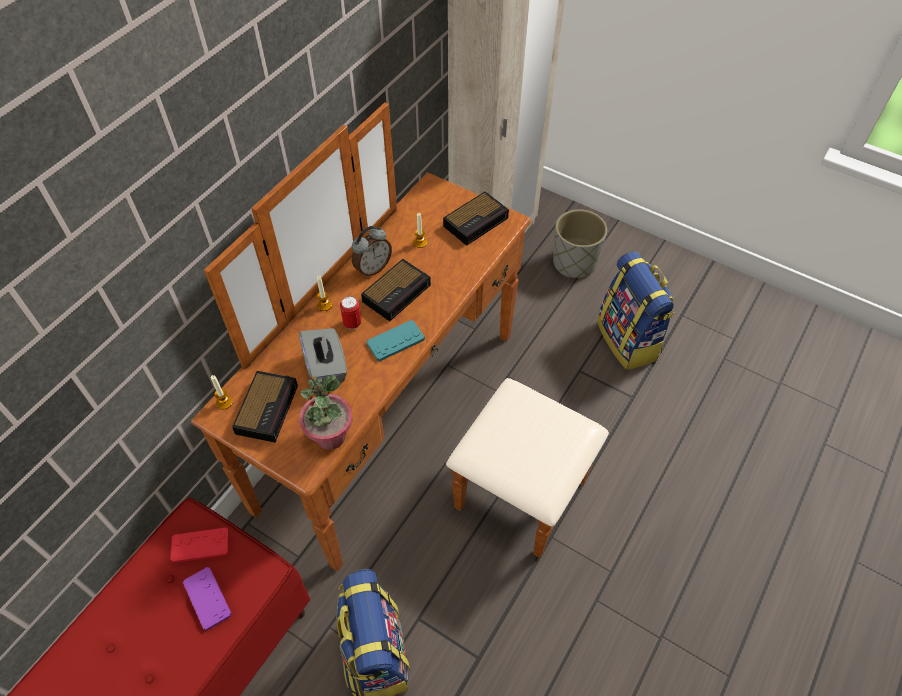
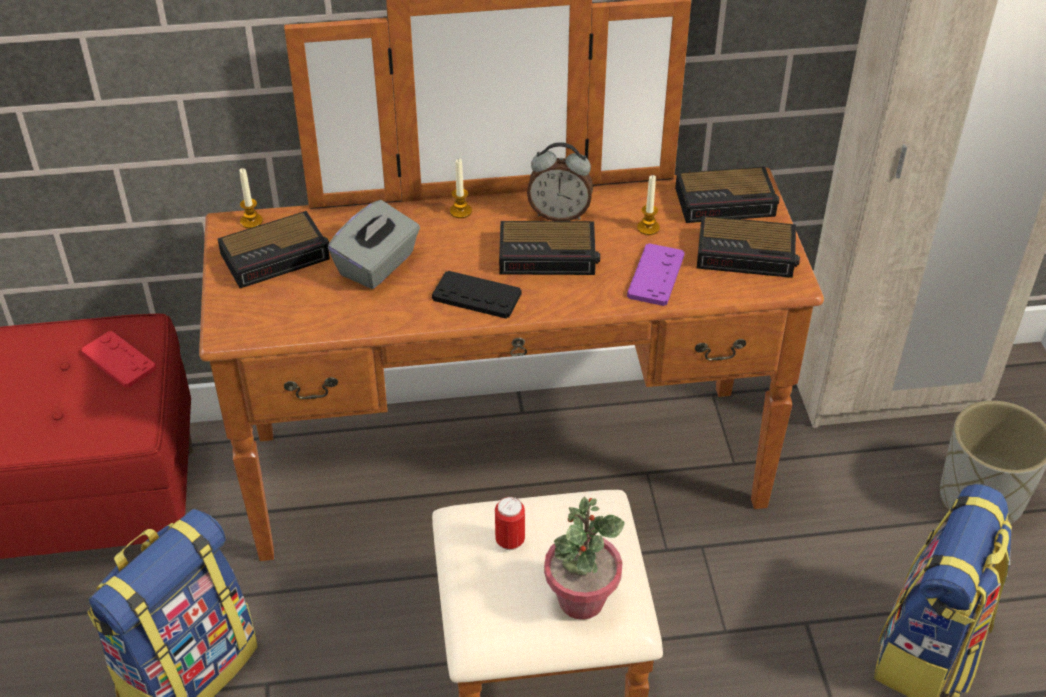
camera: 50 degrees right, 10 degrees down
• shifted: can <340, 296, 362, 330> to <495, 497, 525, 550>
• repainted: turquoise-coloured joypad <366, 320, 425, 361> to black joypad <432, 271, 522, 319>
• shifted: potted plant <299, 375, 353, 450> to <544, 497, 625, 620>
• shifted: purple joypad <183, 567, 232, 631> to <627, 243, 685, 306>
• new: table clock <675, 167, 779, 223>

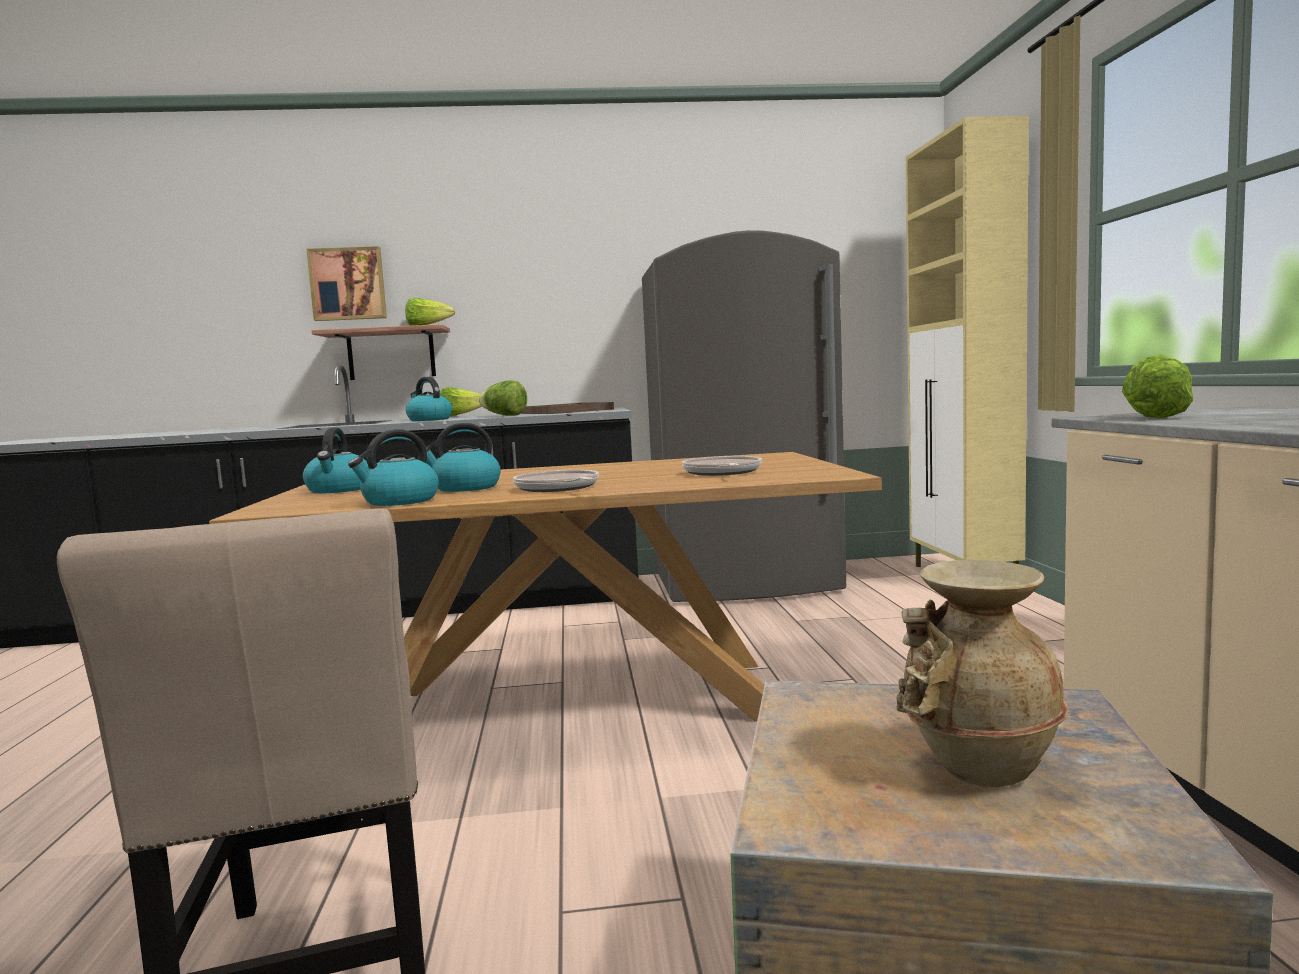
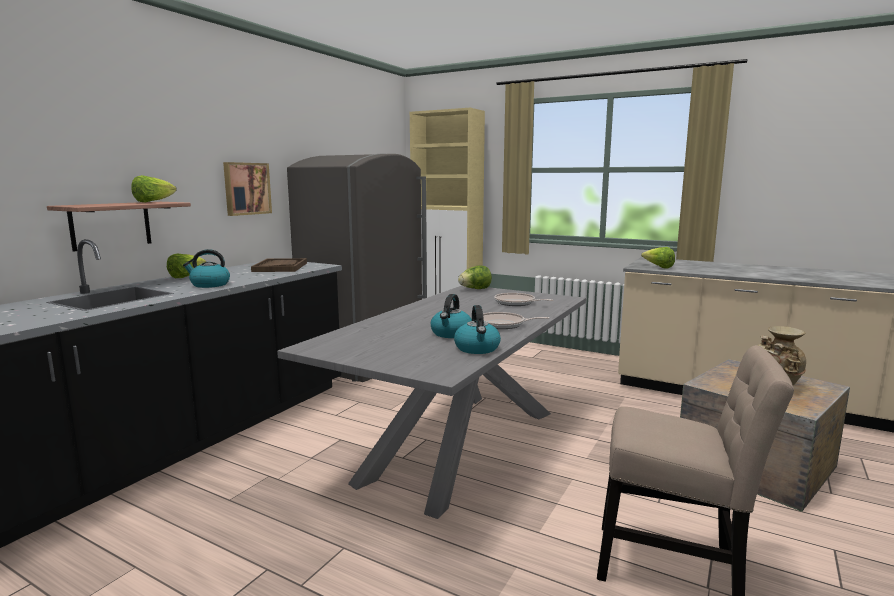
camera: 55 degrees left, 5 degrees up
• shifted: wall picture <307, 246, 387, 321> to <223, 162, 272, 216>
• shifted: lettuce <479, 380, 527, 416> to <458, 265, 492, 289>
• gone: kettle <303, 428, 369, 493>
• repainted: brown-coloured dinner table <209, 452, 882, 722> to gray dinner table <277, 286, 586, 519>

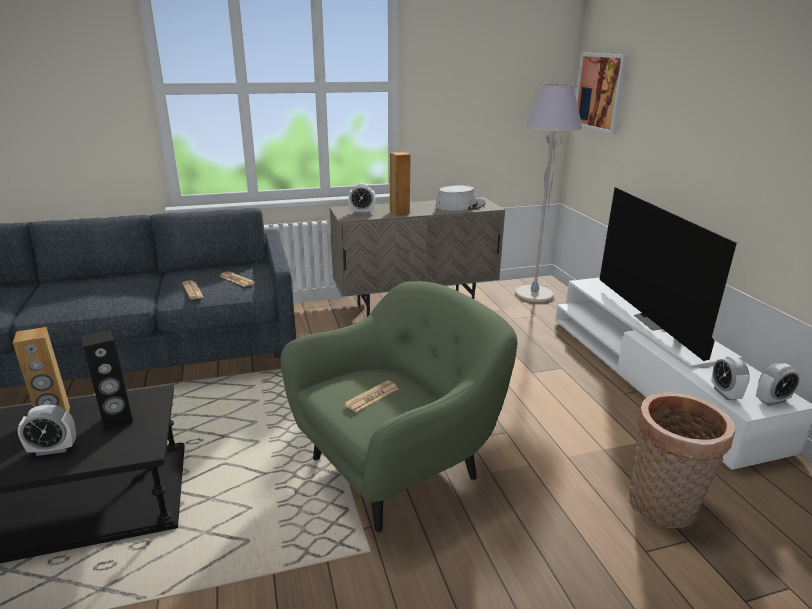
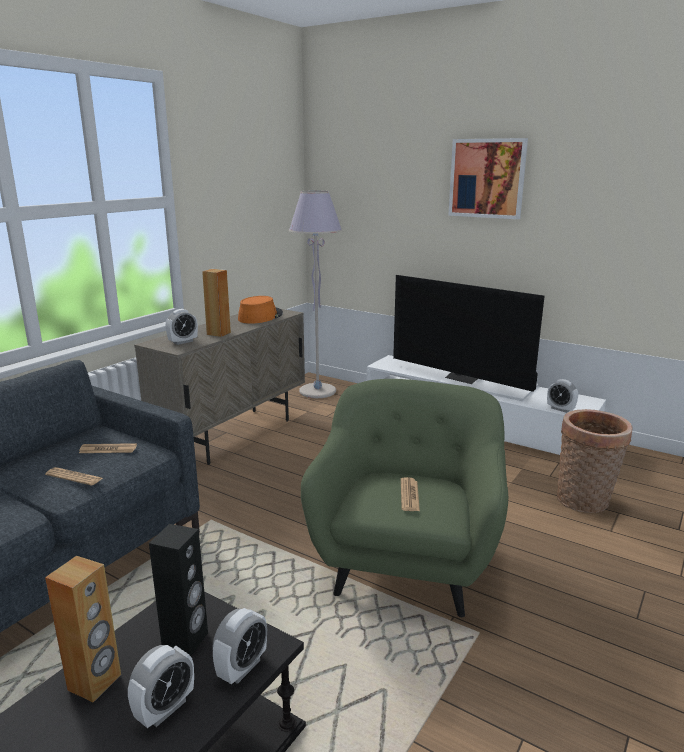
camera: 40 degrees left, 5 degrees down
• shifted: wall picture <576, 53, 629, 134> to <448, 138, 528, 219>
• repainted: gray wearable hat <435, 185, 486, 211> to orangey wearable hat <238, 296, 283, 324>
• shifted: table clock <756, 363, 800, 406> to <213, 608, 267, 684>

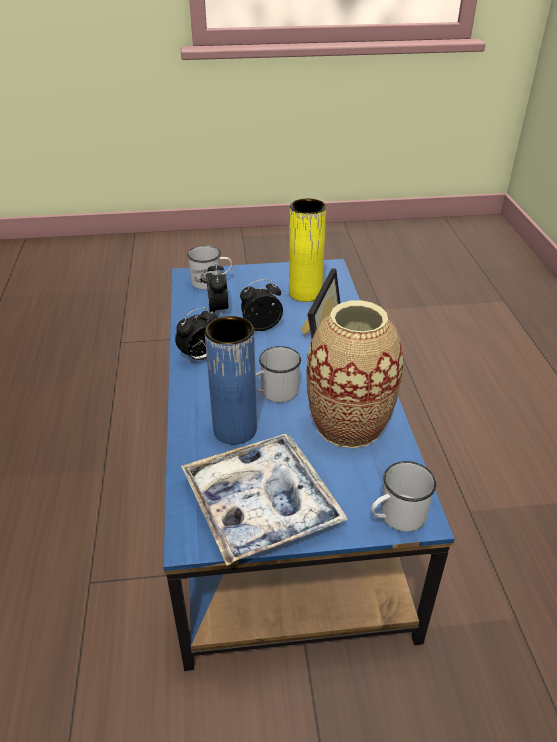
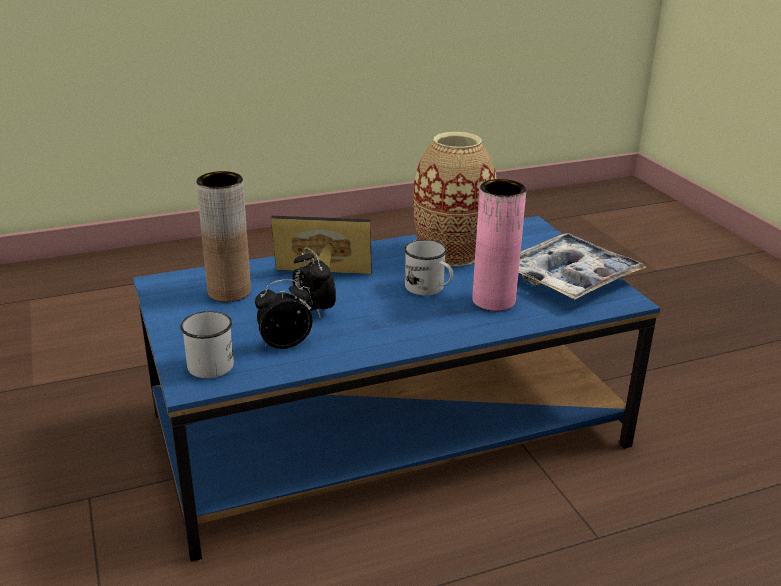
camera: 105 degrees left, 10 degrees down
• repainted: yellow vase <289, 198, 326, 302> to brown-coloured vase <196, 171, 251, 302>
• gone: table clock <175, 307, 218, 364>
• repainted: blue vase <205, 316, 257, 445> to pinkish vase <472, 179, 526, 311>
• gone: white-coloured mug <371, 461, 436, 532>

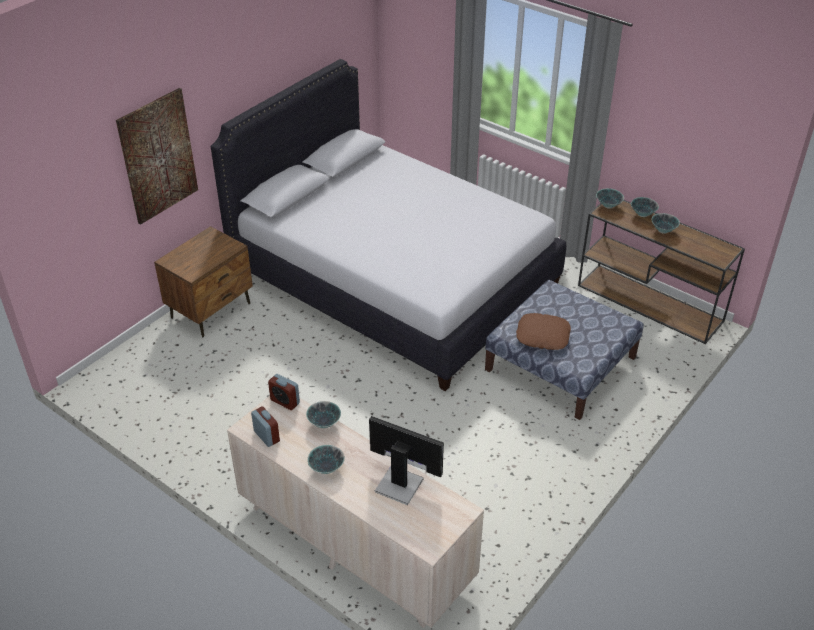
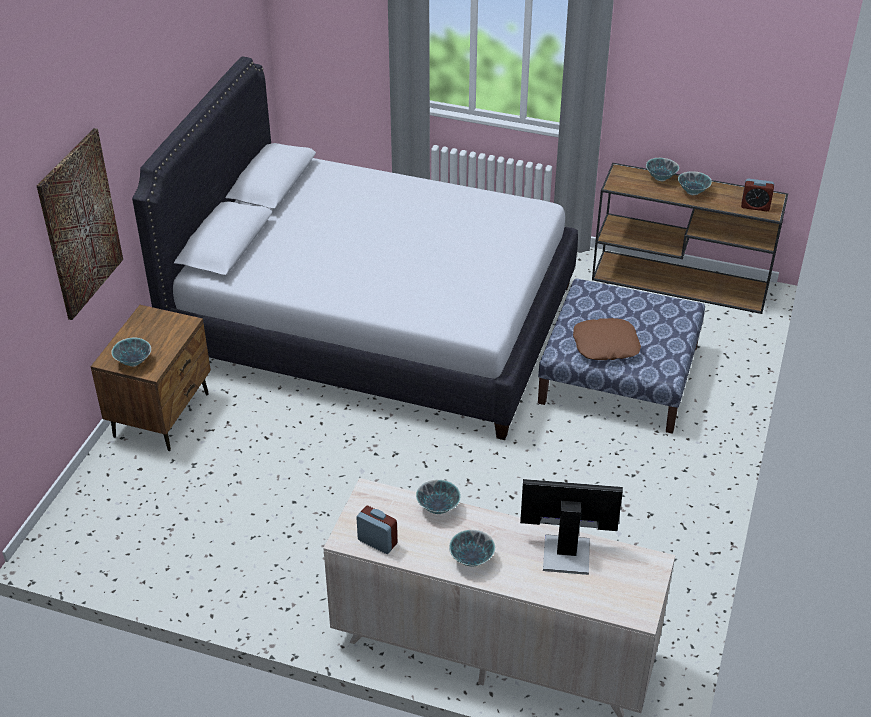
camera: 20 degrees left, 0 degrees up
• shifted: deep dish <596, 188, 624, 209> to <111, 338, 151, 367>
• shifted: table clock <268, 374, 300, 410> to <741, 179, 774, 211>

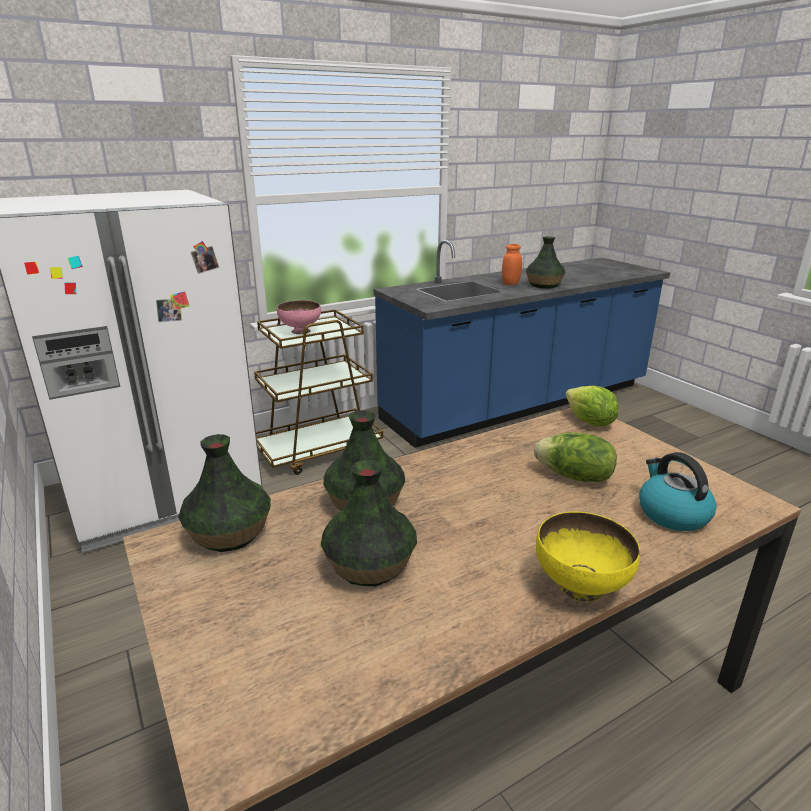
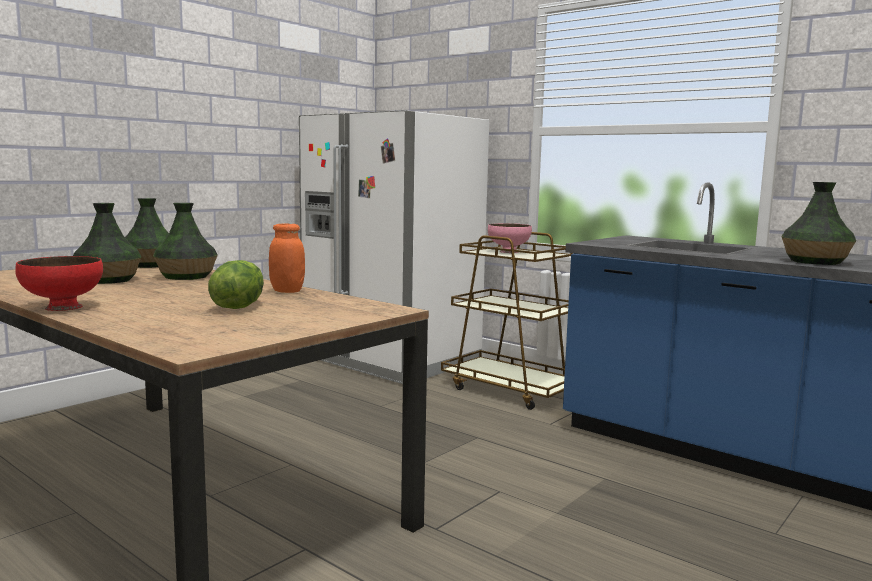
camera: 70 degrees right, 15 degrees down
• shifted: orangey storage jar <502, 244, 522, 285> to <269, 223, 305, 293>
• gone: lettuce <565, 386, 619, 426>
• gone: kettle <639, 452, 717, 531>
• repainted: yellow deep dish <536, 512, 640, 602> to red-coloured deep dish <15, 256, 103, 311>

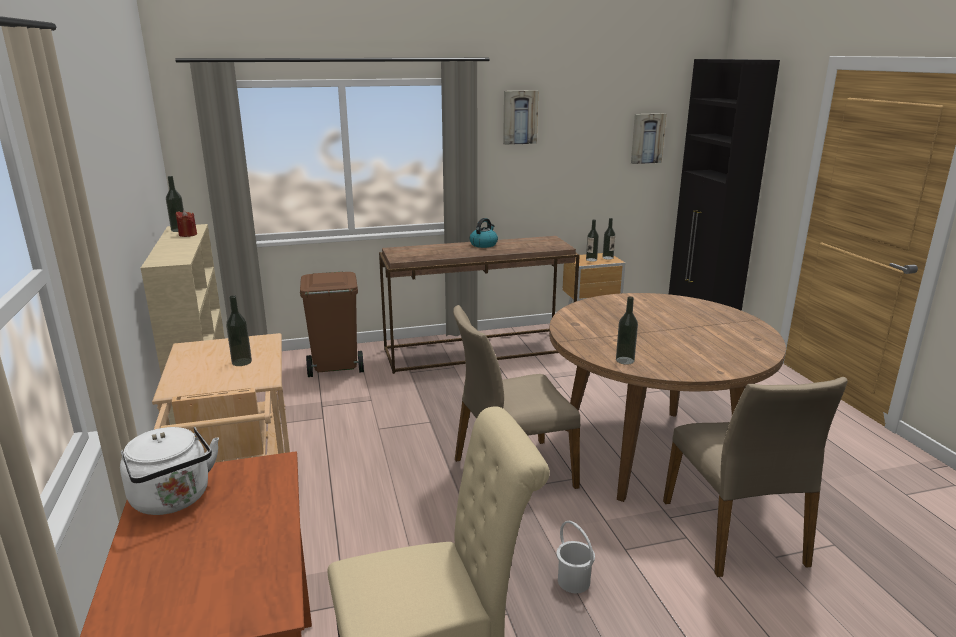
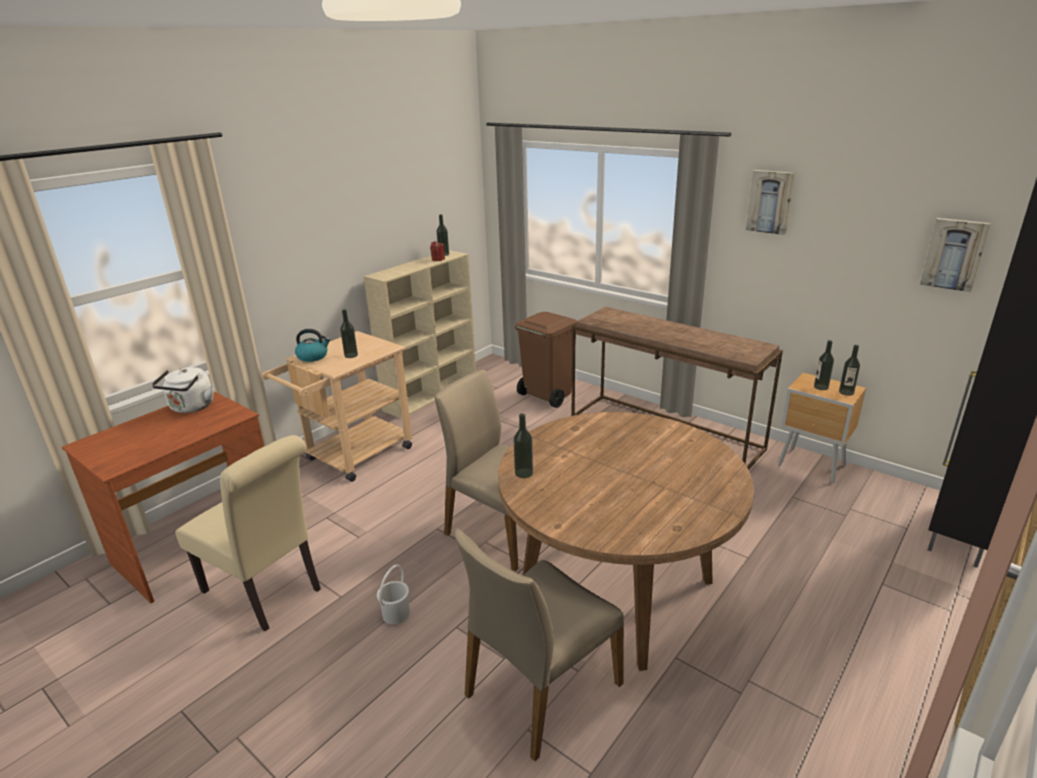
camera: 55 degrees right, 5 degrees up
• shifted: kettle <470, 218, 498, 248> to <295, 329, 330, 362>

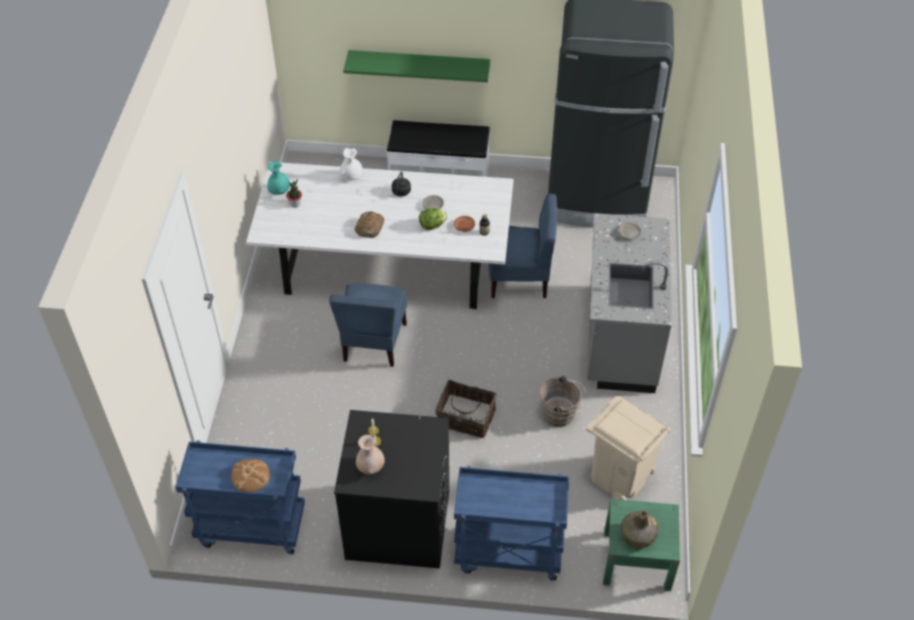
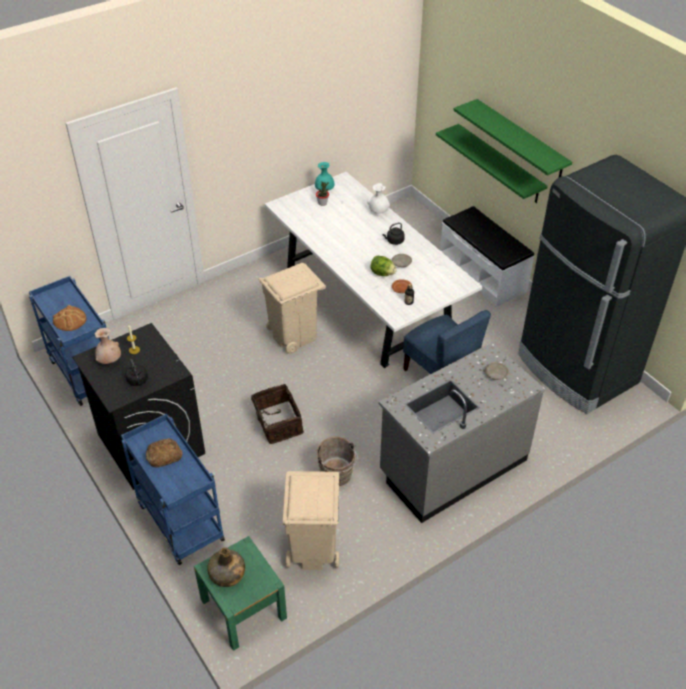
camera: 50 degrees right, 5 degrees down
• shifted: baked bread <355, 211, 384, 238> to <146, 438, 183, 468>
• swapped: blue upright chair <329, 284, 407, 367> to beige-coloured trash can <258, 263, 326, 354>
• new: green bracket shelf <453, 99, 572, 177>
• new: black kettle <125, 359, 148, 386>

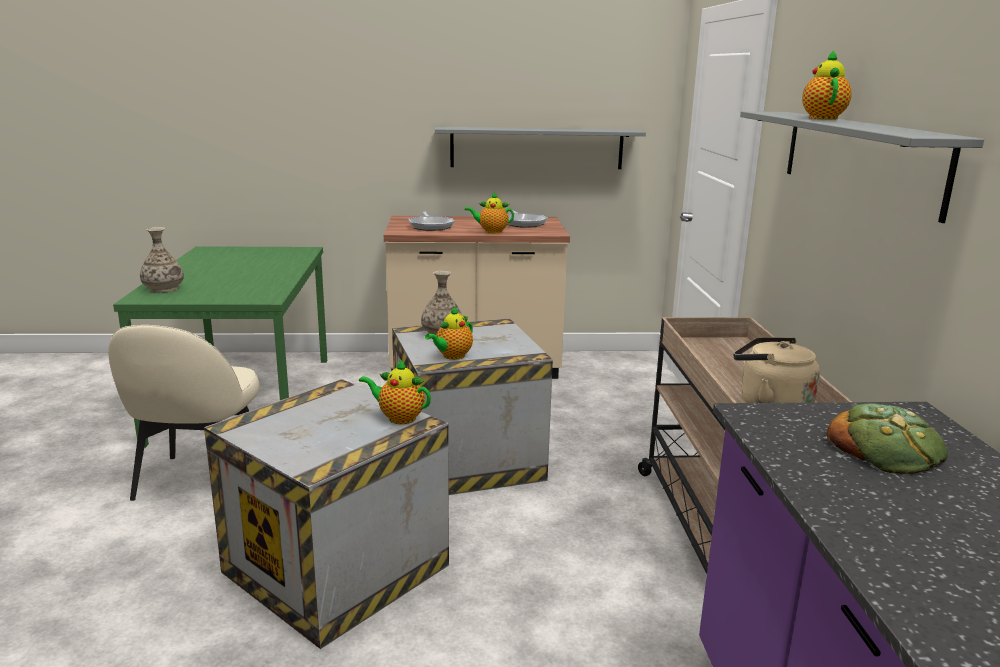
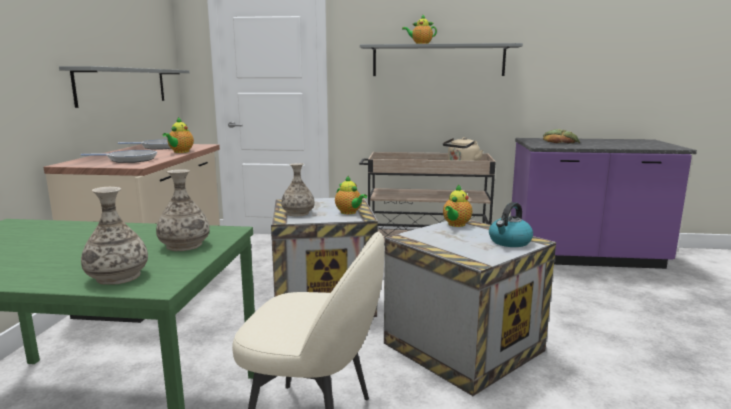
camera: 80 degrees left, 5 degrees down
• new: vase <156, 169, 210, 251>
• new: kettle <489, 202, 533, 247>

